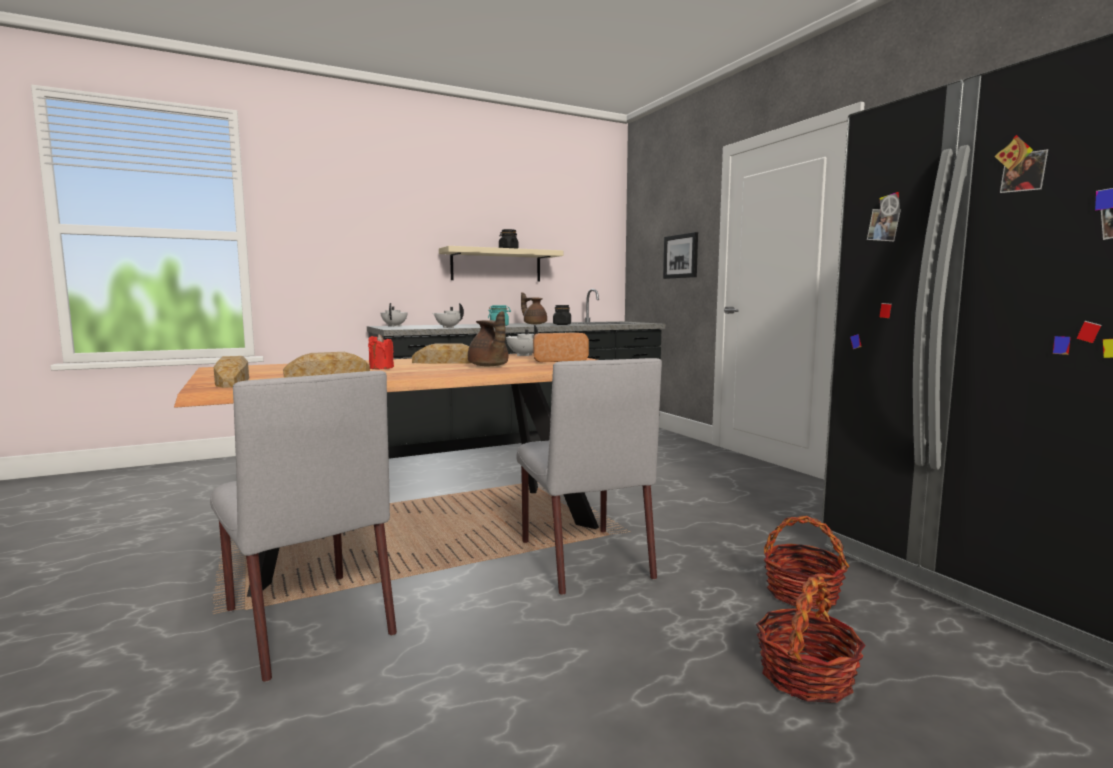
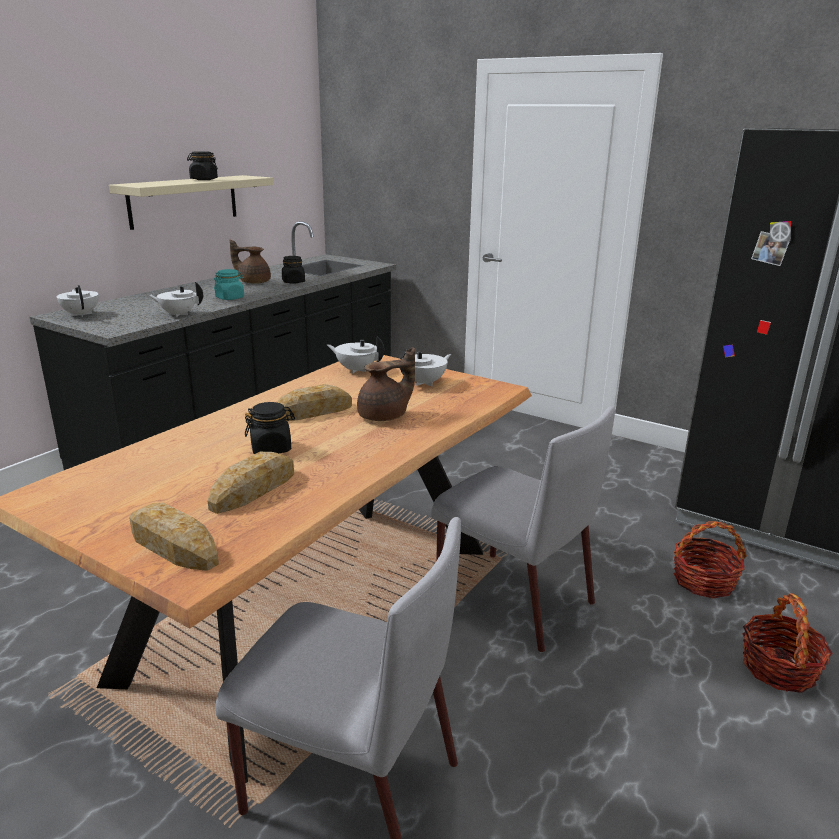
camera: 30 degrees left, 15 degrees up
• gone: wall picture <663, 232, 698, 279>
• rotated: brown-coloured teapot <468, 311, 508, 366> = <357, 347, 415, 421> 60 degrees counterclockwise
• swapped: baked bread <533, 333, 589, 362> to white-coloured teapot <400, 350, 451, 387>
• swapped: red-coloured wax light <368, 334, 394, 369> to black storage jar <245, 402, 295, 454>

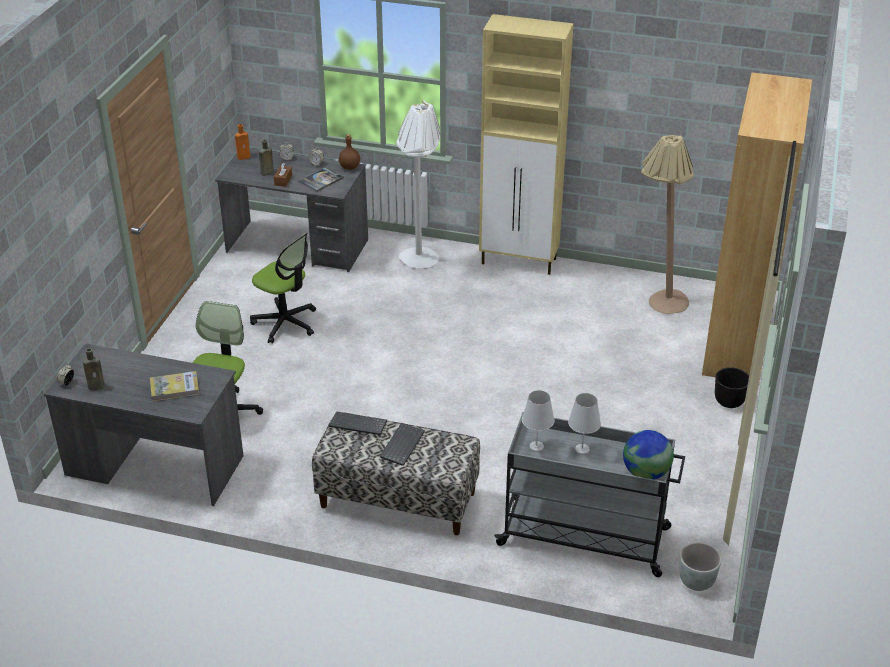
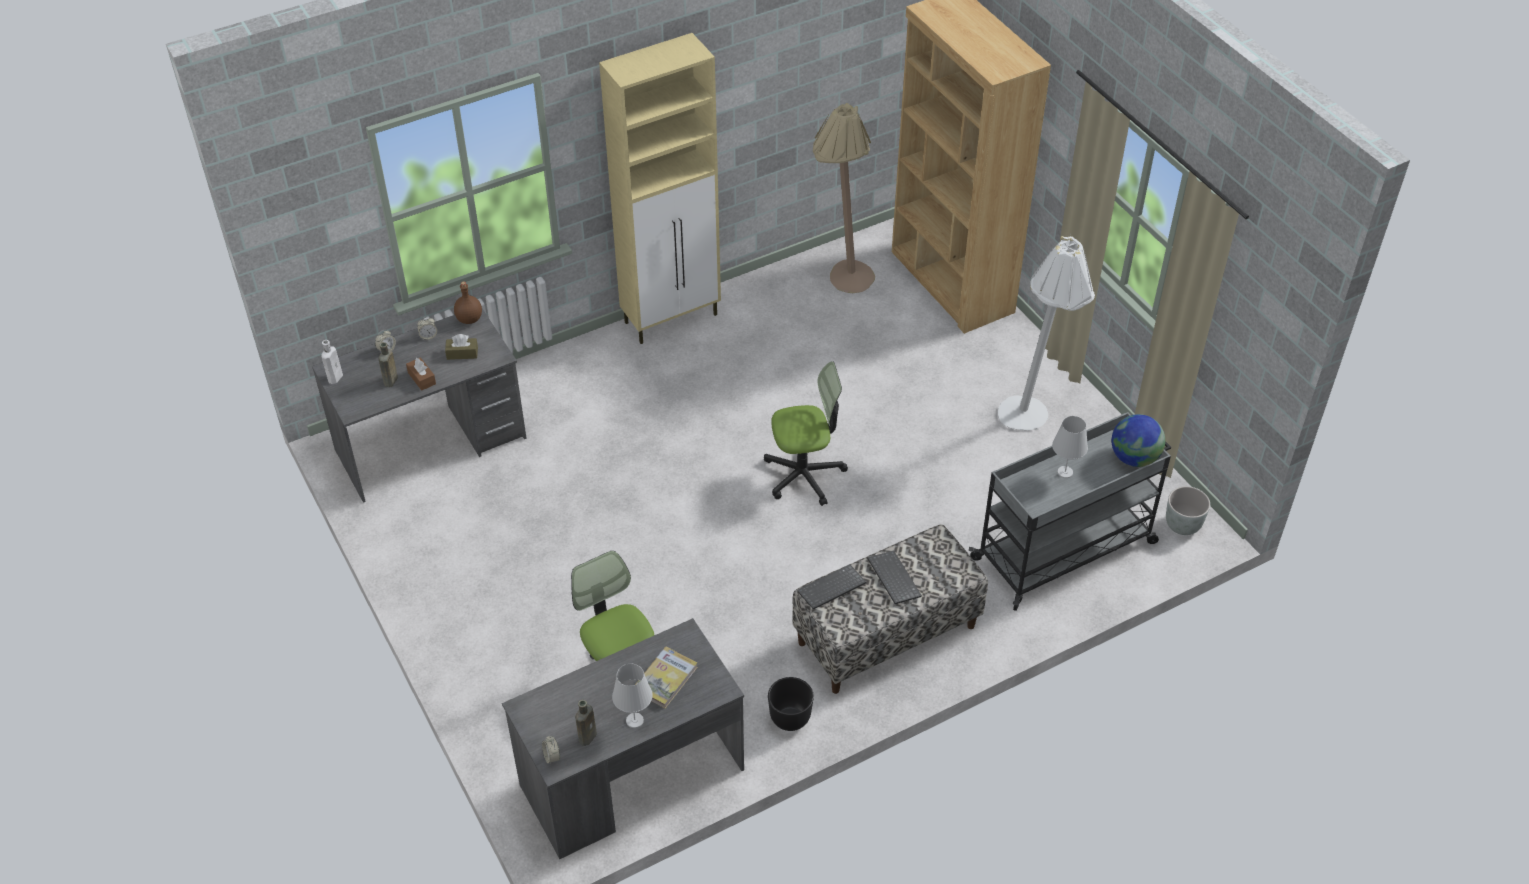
camera: 45 degrees left, 10 degrees up
• shifted: white-coloured standing lamp <396, 100, 440, 269> to <998, 235, 1095, 431>
• repainted: orangey beverage bottle <235, 124, 250, 160> to white-coloured beverage bottle <321, 340, 343, 384>
• swapped: book <299, 168, 344, 192> to brown-coloured tissue box <445, 334, 478, 360>
• shifted: desk chair <250, 233, 316, 344> to <764, 361, 848, 506>
• shifted: black flower pot <715, 367, 749, 408> to <768, 677, 814, 731>
• shifted: white-coloured tabletop lamp <522, 390, 555, 452> to <612, 664, 653, 728>

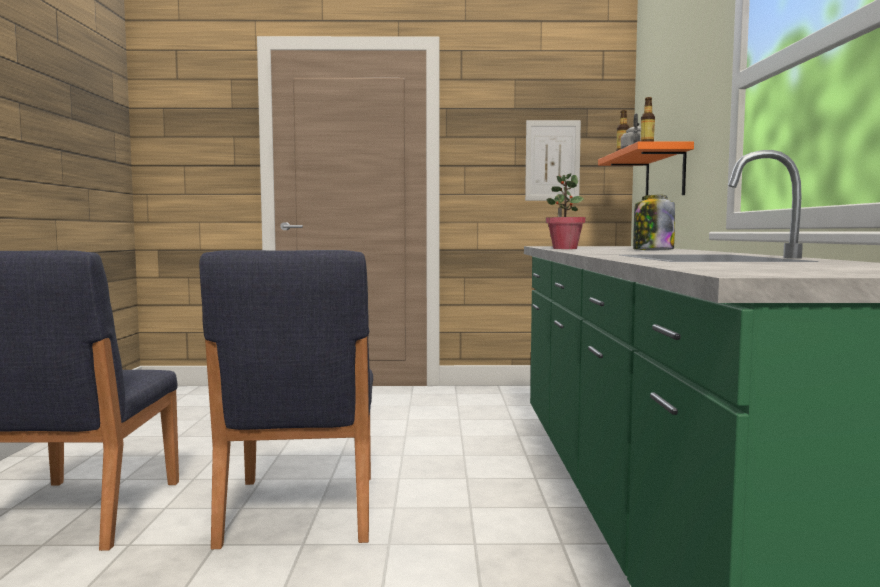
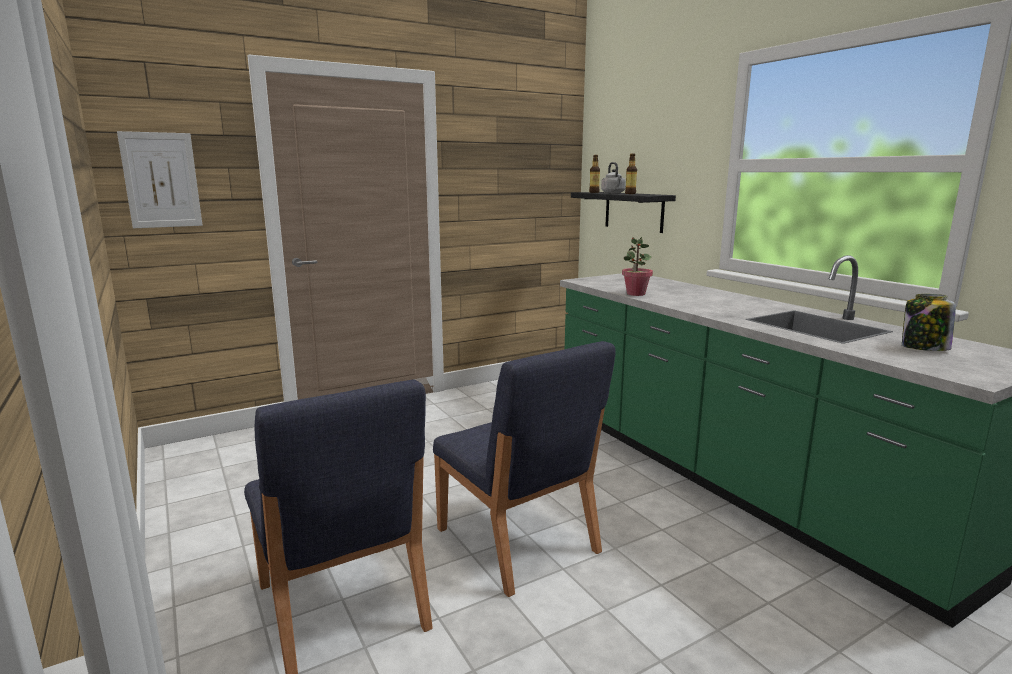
camera: 30 degrees left, 10 degrees up
• shifted: wall picture <525, 120, 581, 201> to <117, 131, 203, 228>
• repainted: orangey bracket shelf <598, 141, 694, 196> to black bracket shelf <571, 192, 676, 233>
• shifted: storage jar <633, 195, 675, 250> to <902, 294, 956, 351>

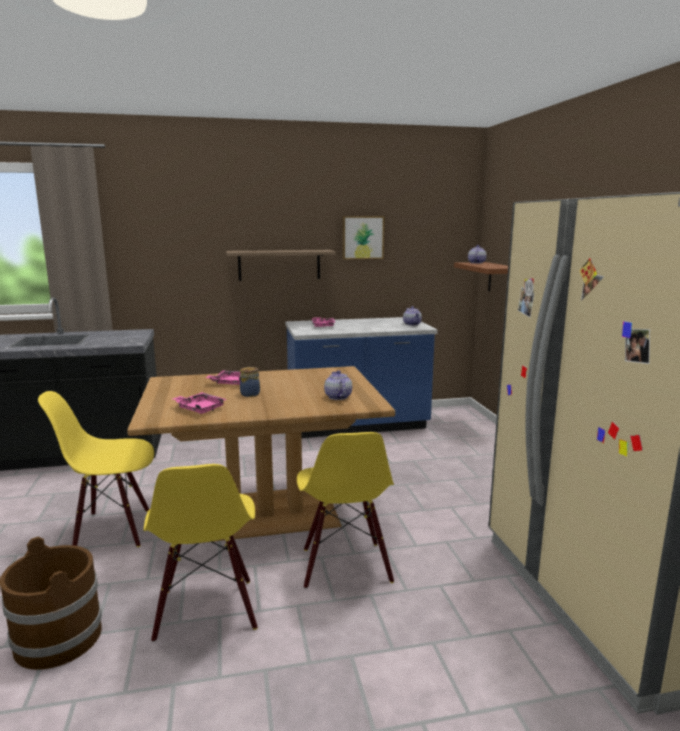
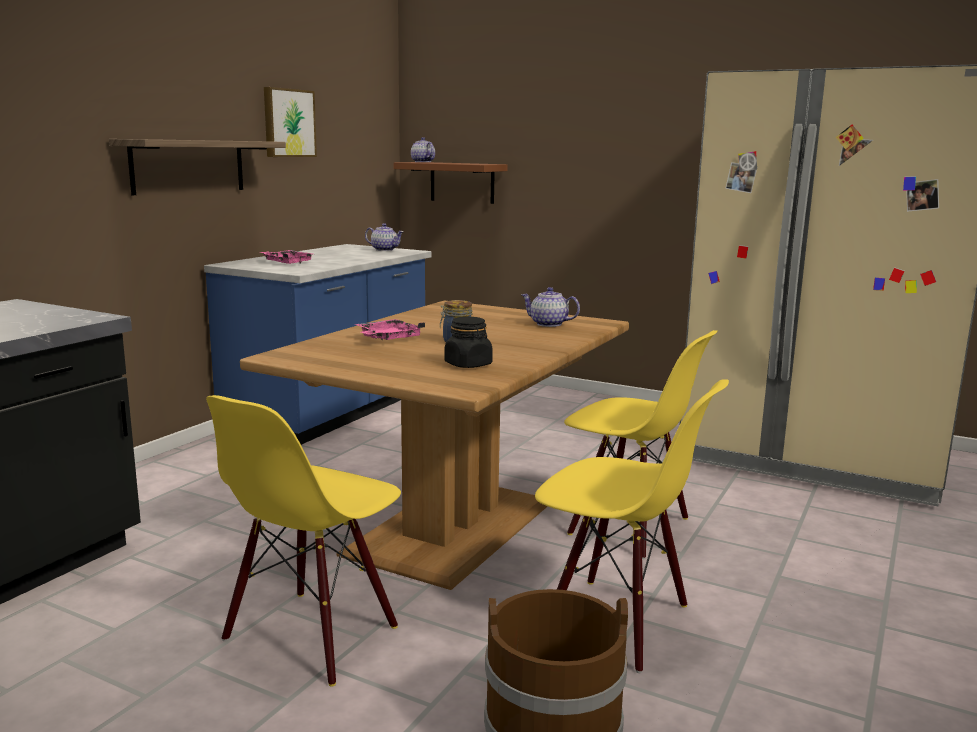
camera: 50 degrees left, 0 degrees up
• swapped: pinkish tray <173, 392, 227, 414> to black storage jar <444, 317, 493, 368>

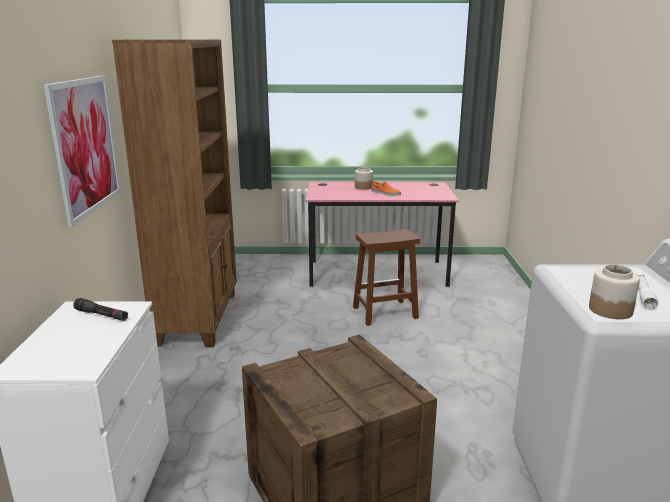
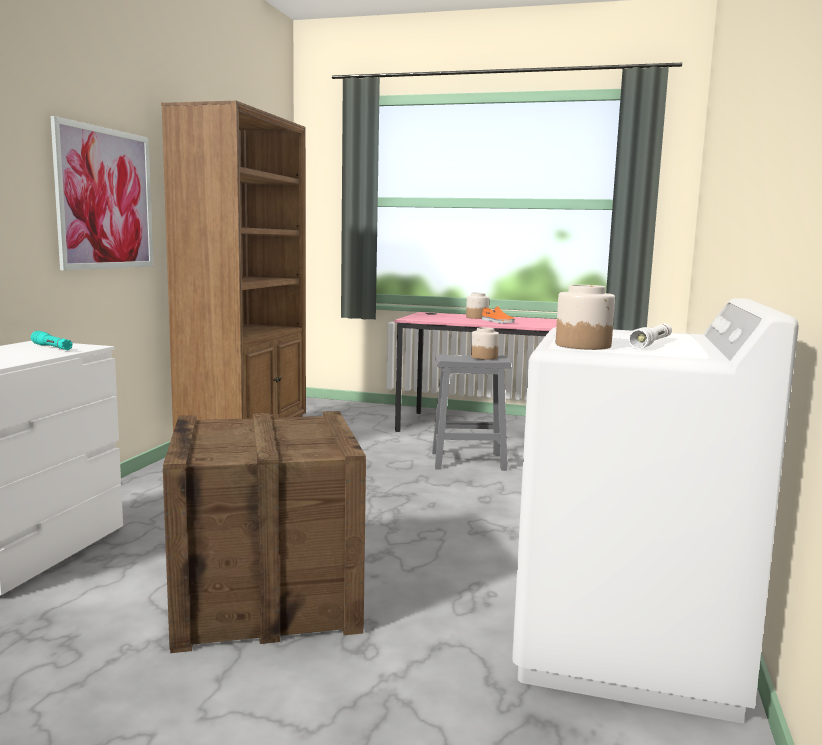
camera: 15 degrees right, 10 degrees down
• repainted: brown-coloured sitting stool <353, 229, 420, 326> to gray sitting stool <432, 354, 511, 470>
• repainted: black hand torch <73, 298, 128, 321> to turquoise-coloured hand torch <31, 331, 73, 350>
• new: storage jar <471, 327, 499, 360>

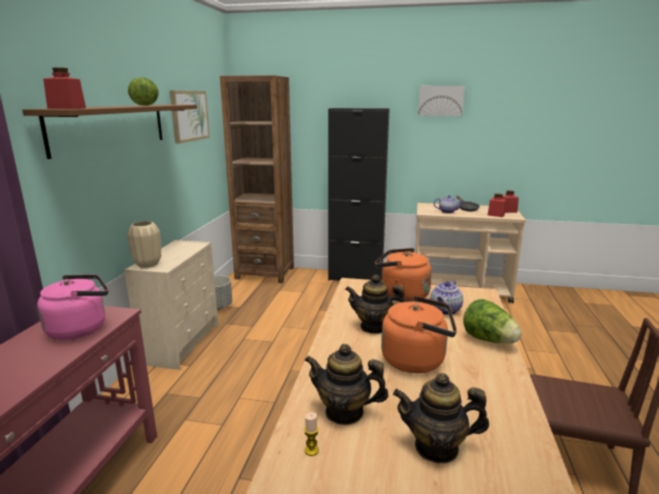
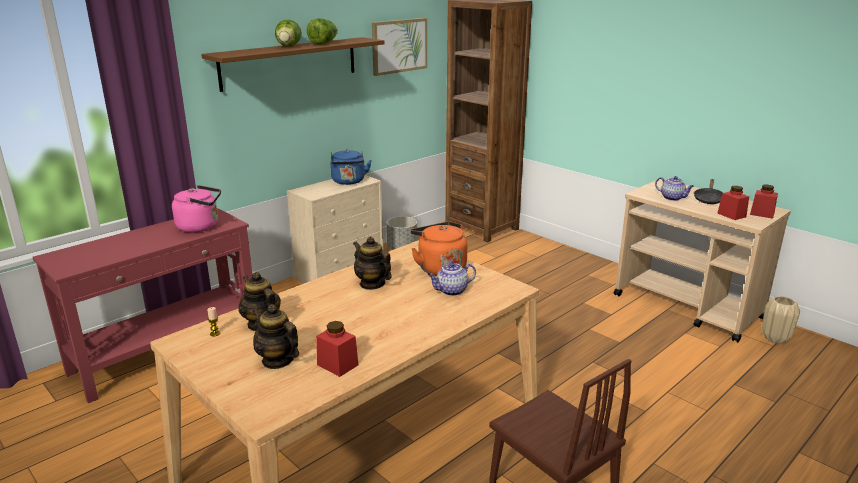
camera: 35 degrees right, 5 degrees up
• shifted: red-coloured storage jar <43, 68, 86, 109> to <316, 321, 359, 377>
• gone: wall picture <418, 86, 465, 116>
• gone: black cabinet <328, 108, 390, 281>
• shifted: beige-coloured vase <127, 221, 161, 268> to <762, 296, 800, 344>
• gone: orangey kettle <381, 296, 457, 373>
• shifted: lettuce <463, 299, 522, 344> to <275, 20, 302, 46>
• new: blue kettle <330, 149, 372, 185>

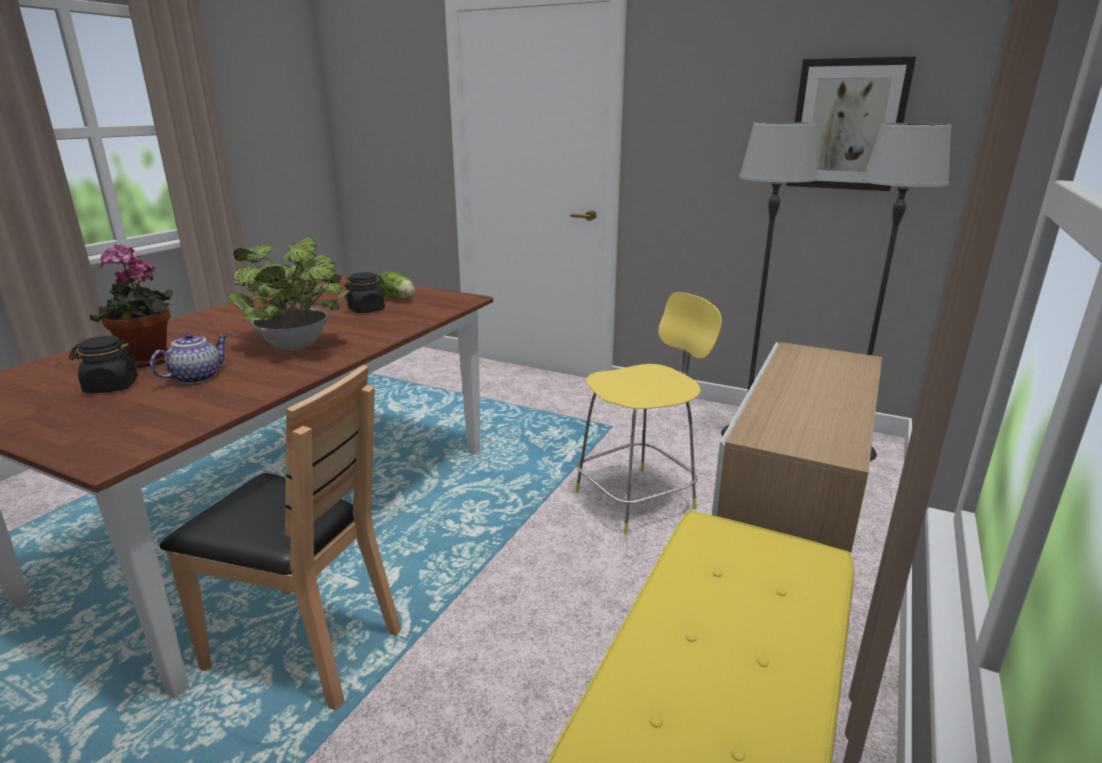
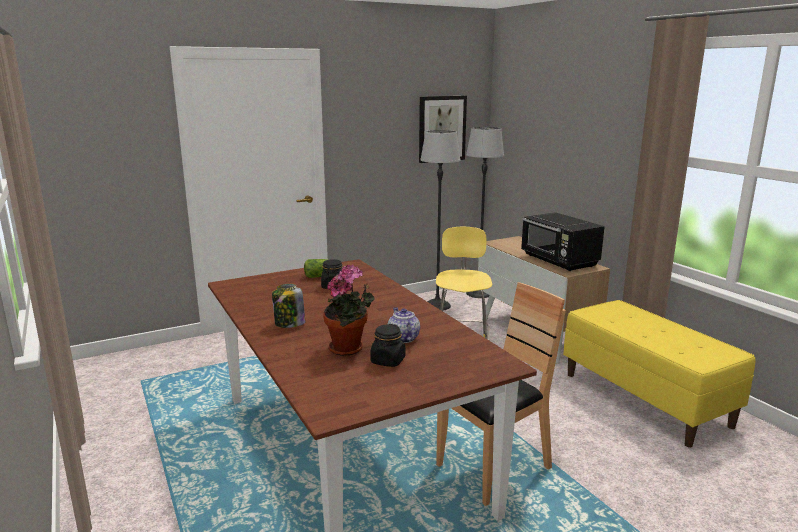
camera: 55 degrees left, 5 degrees down
• gone: potted plant <227, 237, 350, 350>
• new: black microwave oven <521, 212, 605, 271>
• new: storage jar <272, 284, 305, 328>

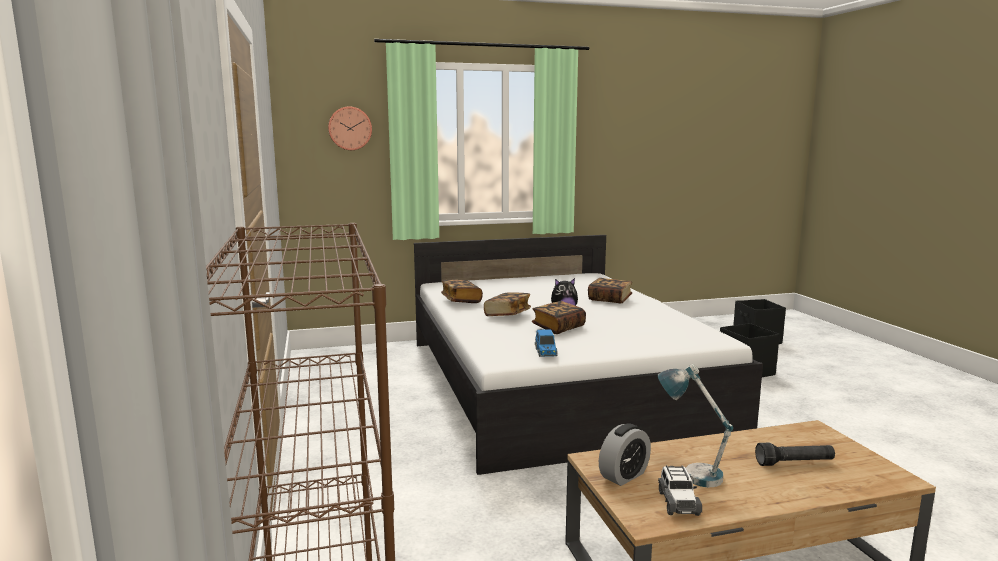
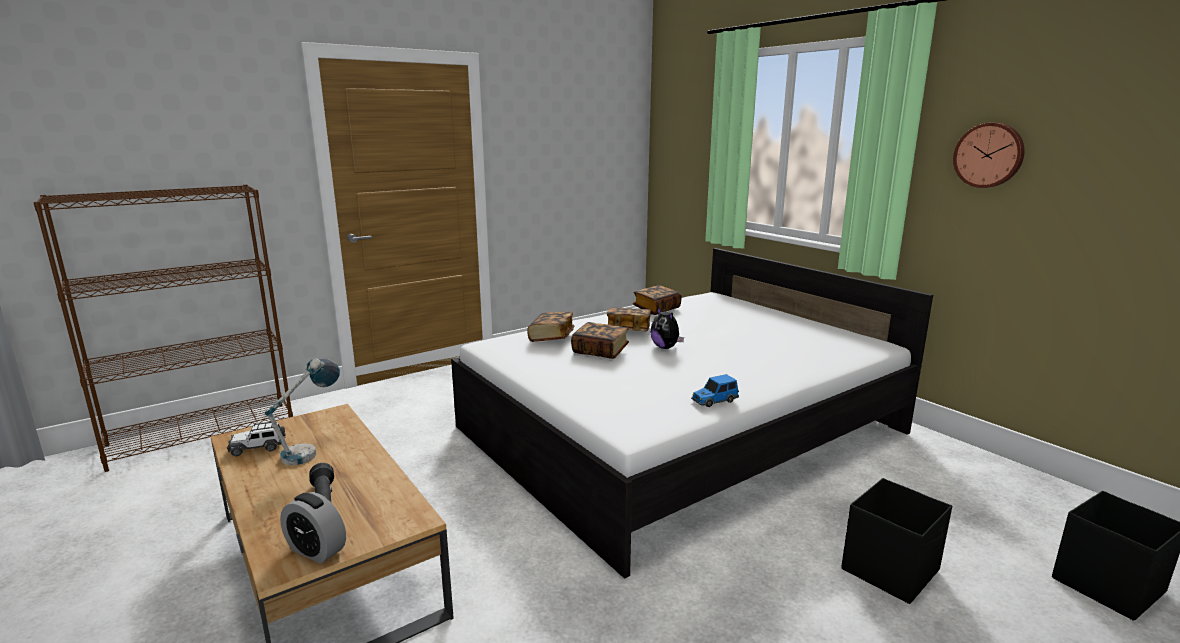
camera: 70 degrees right, 5 degrees up
• shifted: hanging clock <328, 107, 372, 150> to <953, 123, 1025, 188>
• shifted: book <588, 278, 632, 303> to <527, 312, 574, 342>
• shifted: miniature car <535, 329, 558, 357> to <691, 374, 739, 407>
• shifted: table clock <599, 423, 651, 486> to <280, 492, 346, 564>

